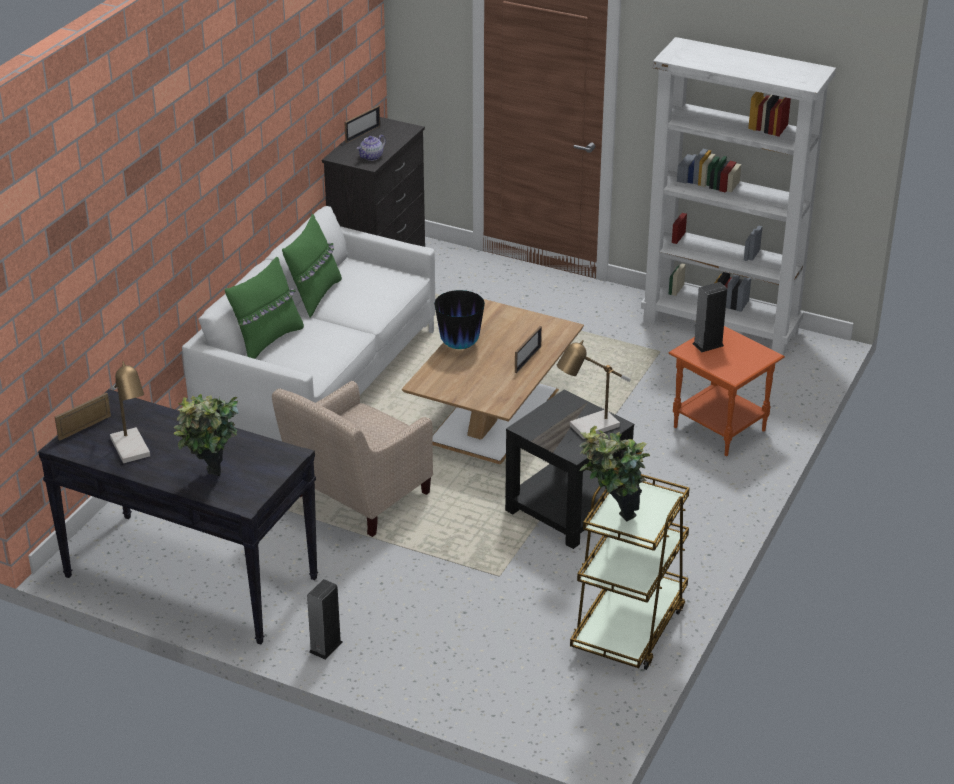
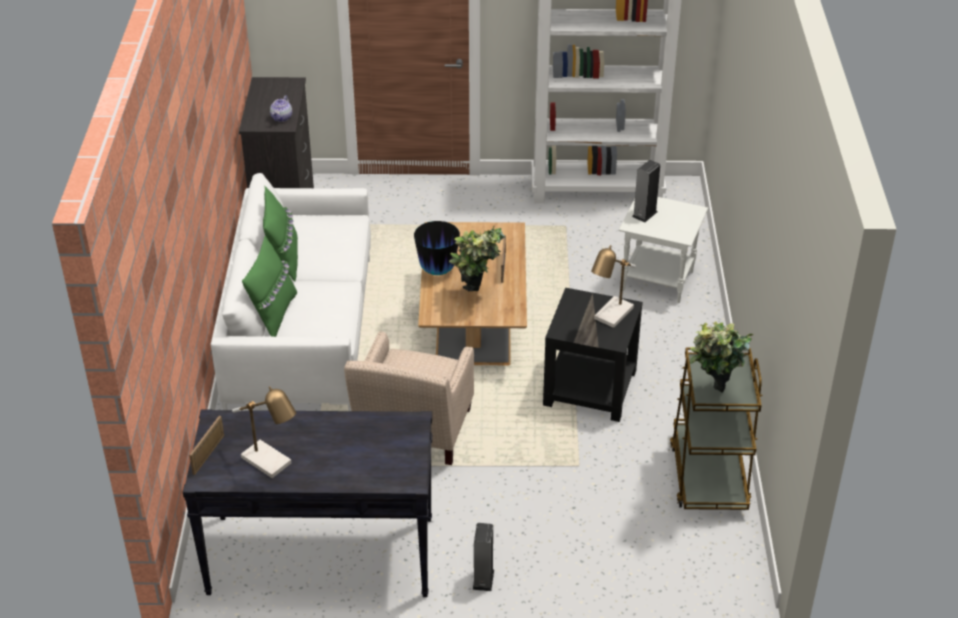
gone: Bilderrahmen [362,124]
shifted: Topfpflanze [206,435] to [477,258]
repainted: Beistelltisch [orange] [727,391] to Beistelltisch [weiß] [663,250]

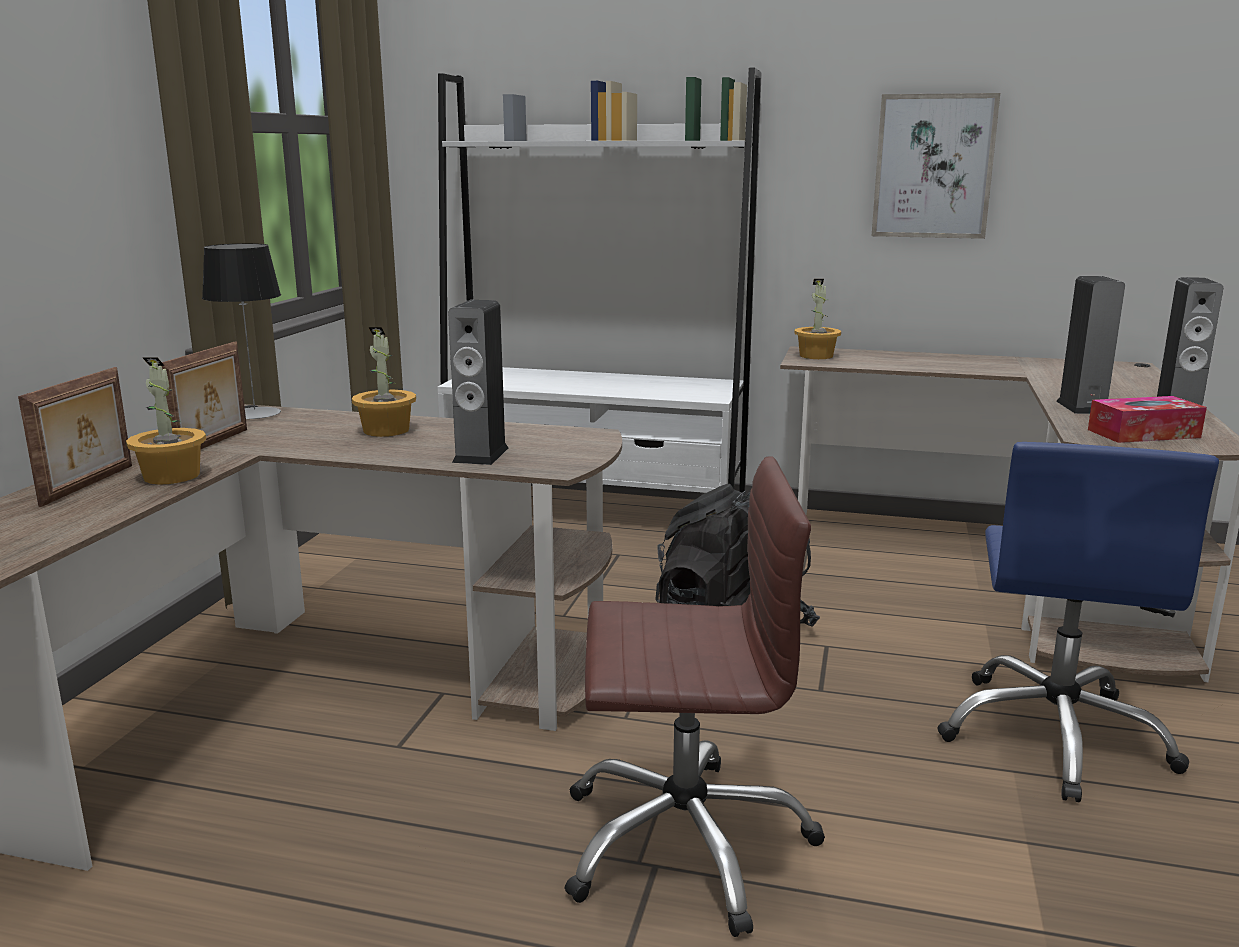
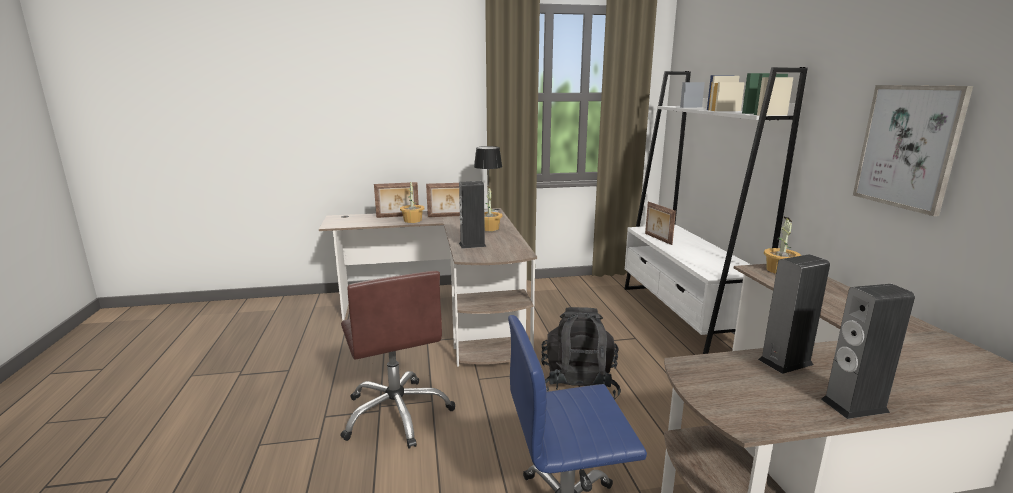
gone: Taschentuchbox [1147,419]
new: Bilderrahmen [660,223]

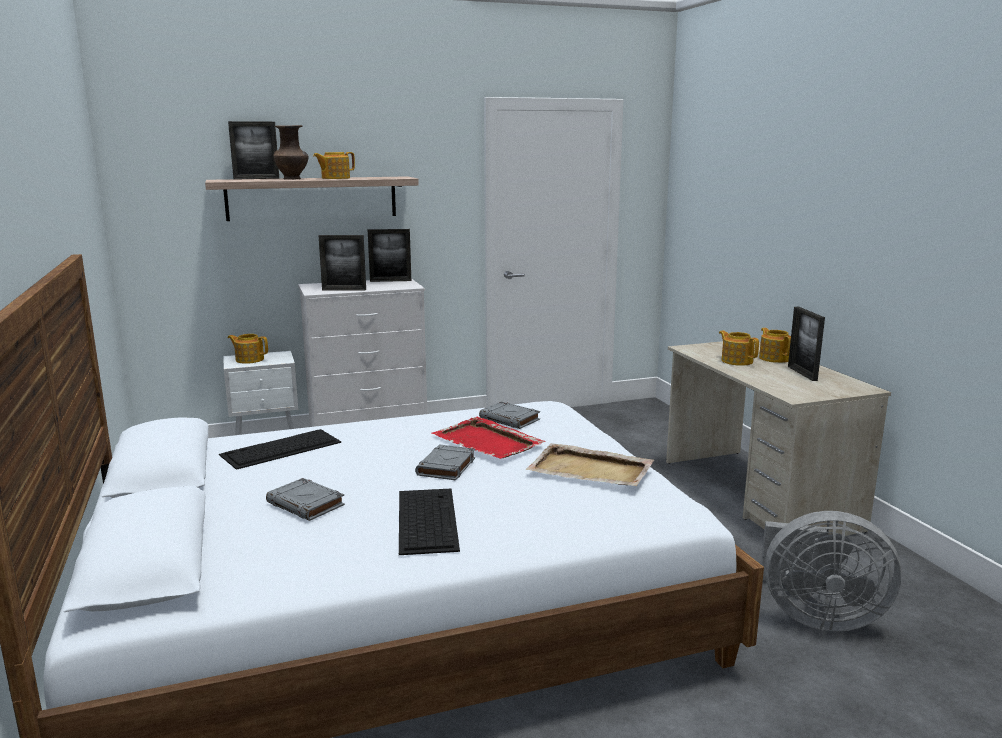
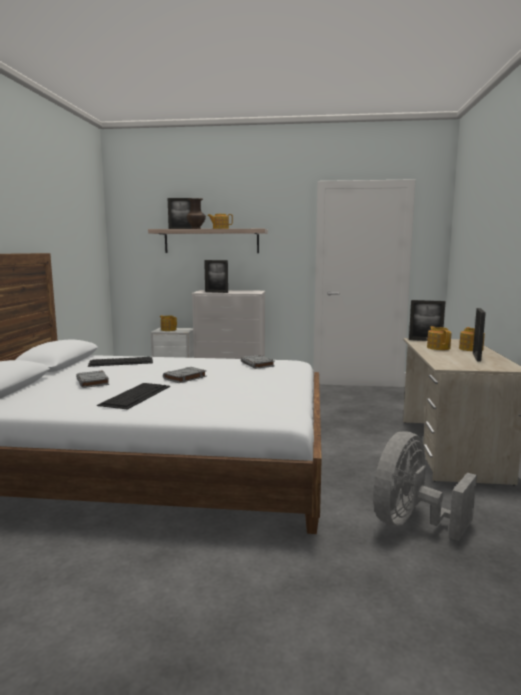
gone: Tablett [rot] [488,438]; Tablett [beige] [590,464]
shifted: Bilderrahmen [389,255] to [427,320]
rotated: Ventilator [grau] [831,571] = [425,486] 90 degrees clockwise

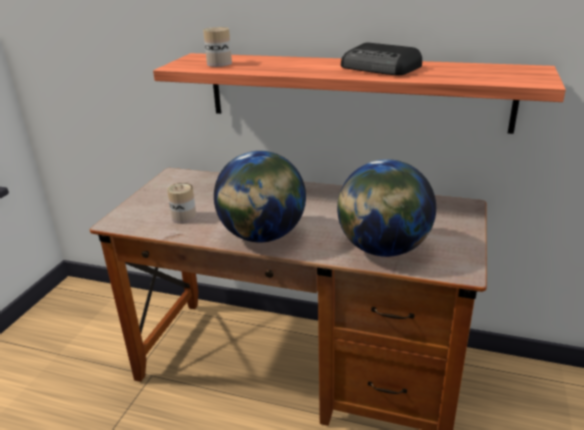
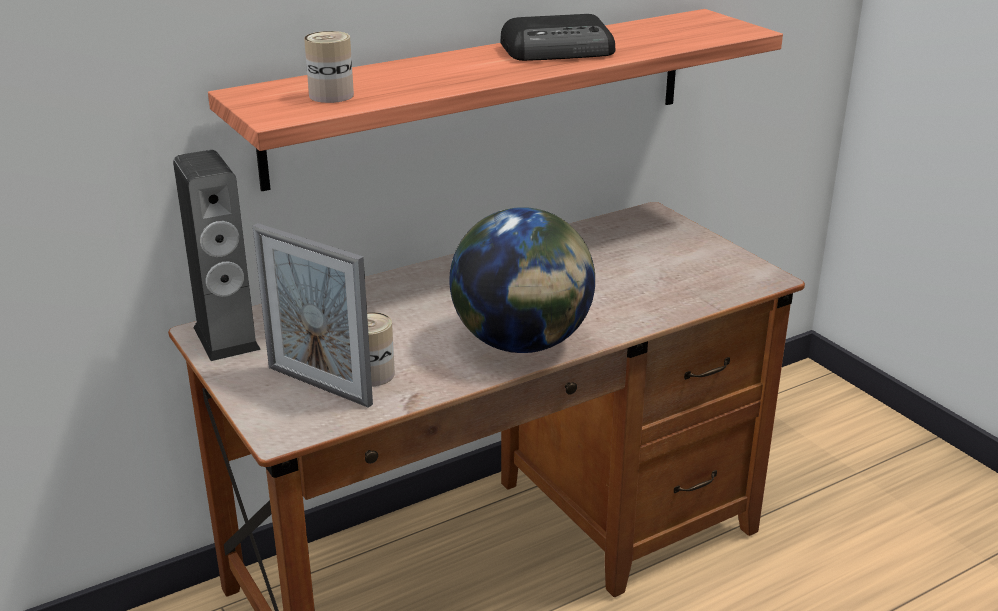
gone: Globus [386,208]
new: Lautsprecher [217,255]; Bilderrahmen [313,315]

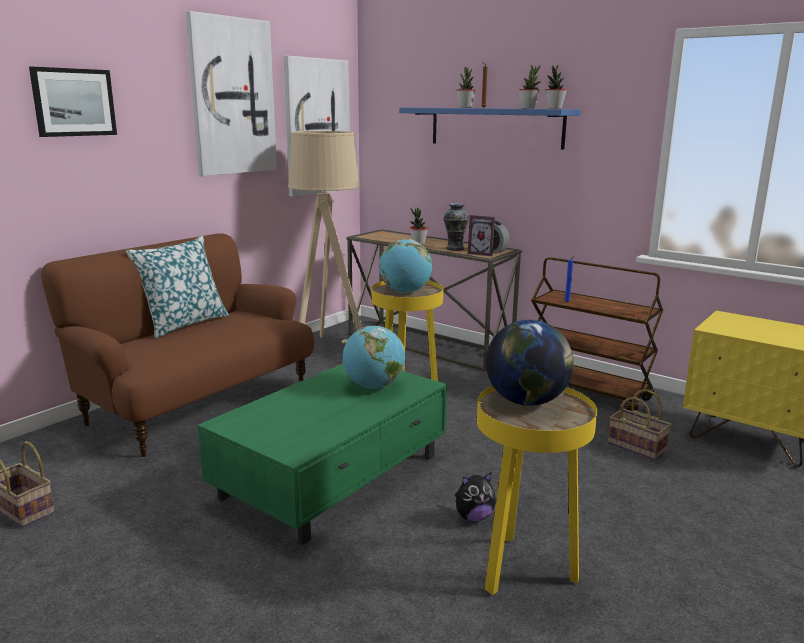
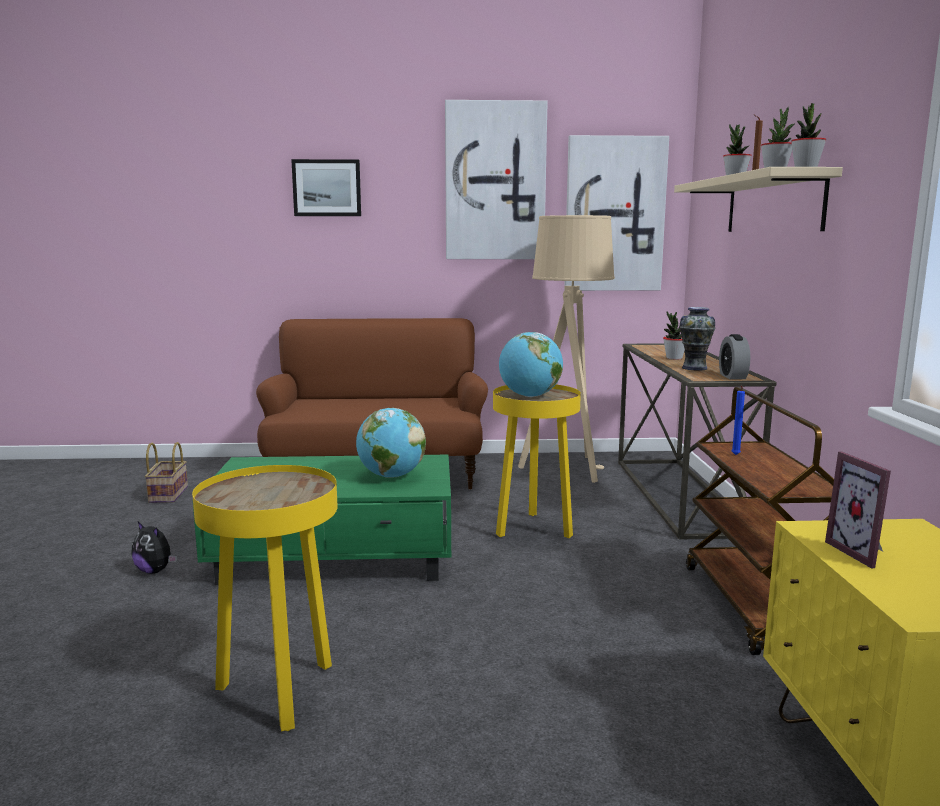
gone: Kissen [177,287]; Globus [530,363]; Korb [639,424]
shifted: Bilderrahmen [481,235] to [858,510]; Plüschtier [475,497] to [154,548]
repainted: Wandregal [blau] [490,129] to Wandregal [beige] [758,199]

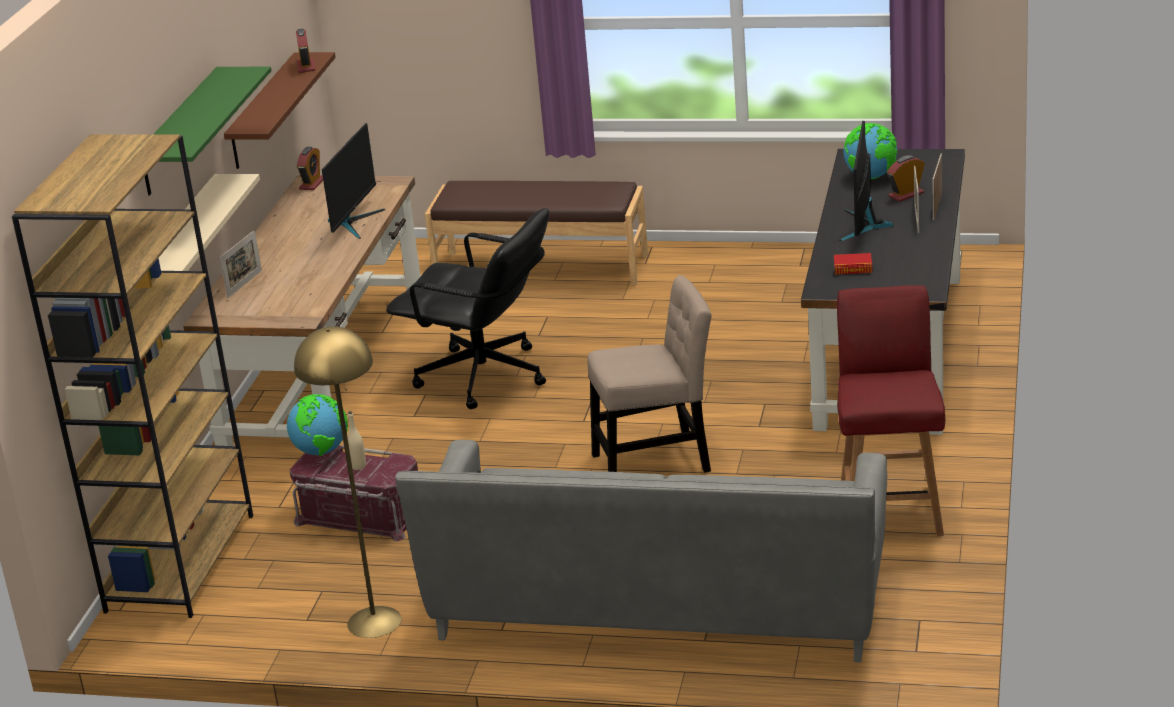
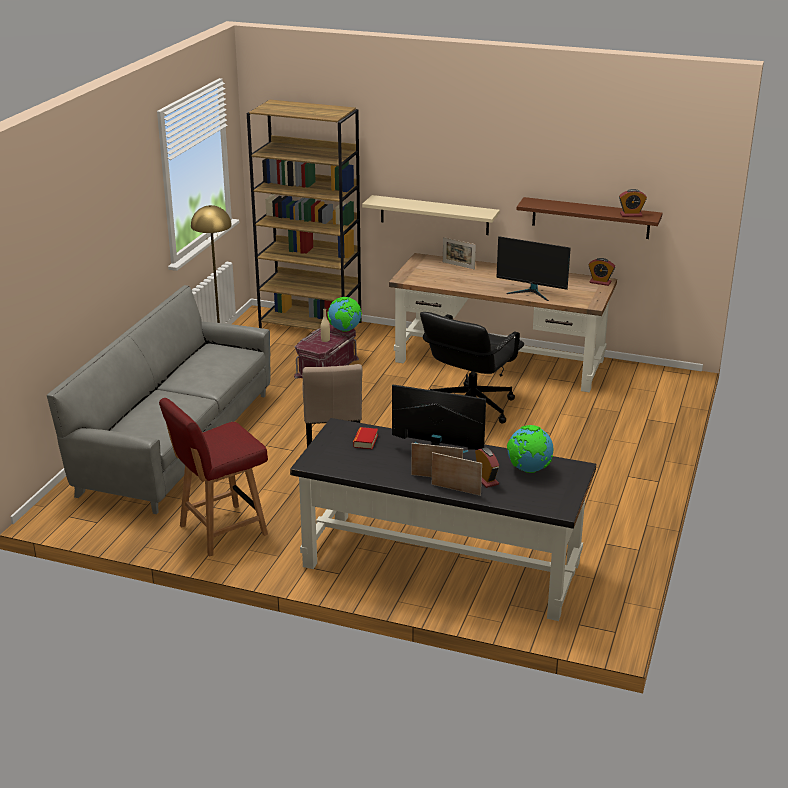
gone: Wandregal [grün] [208,131]; Bank [braun] [536,233]
rotated: Stuhl [rot] [891,410] = [213,477] 135 degrees clockwise

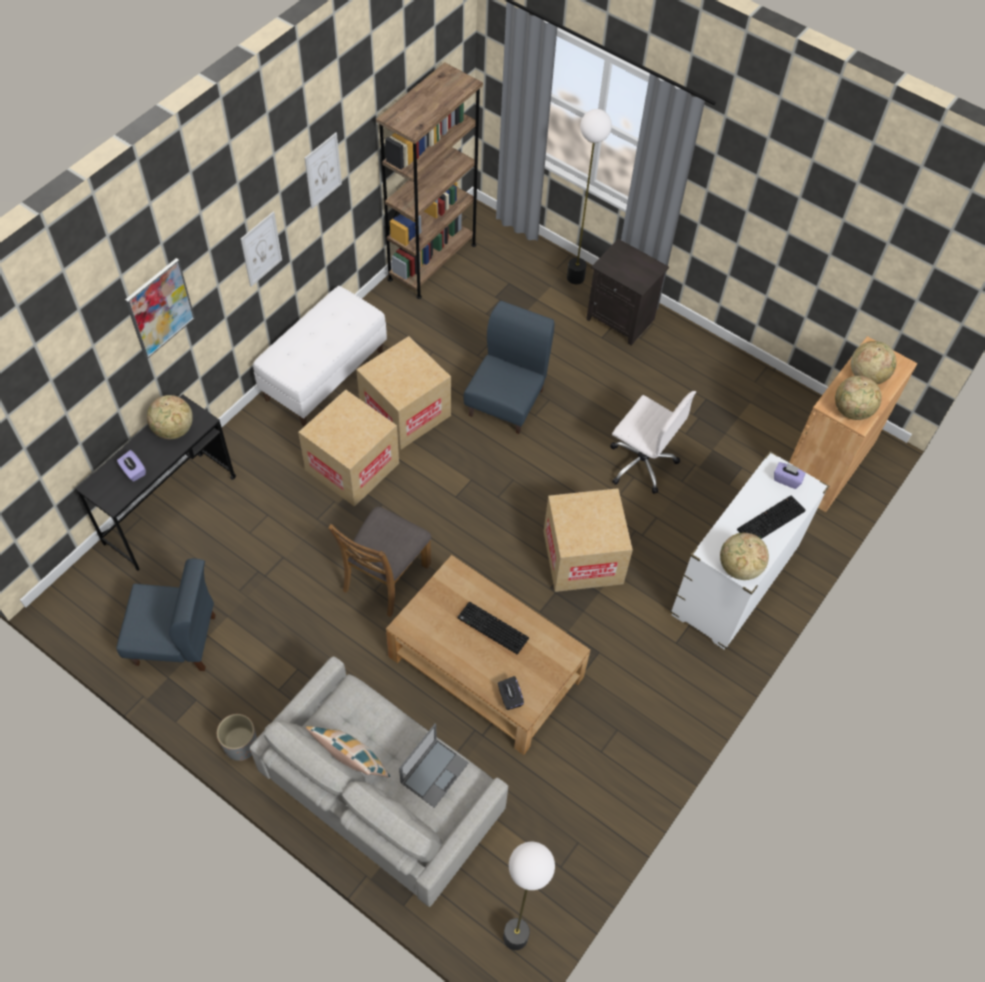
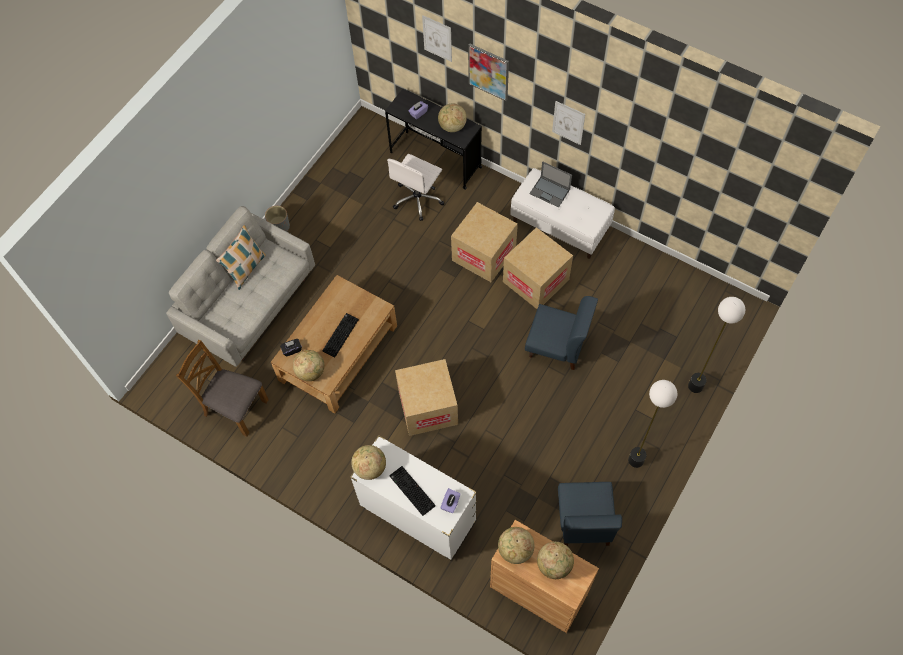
gone: Bücherregal [braun] [429,180]; Nachttisch [schwarz] [627,292]
new: Globus [308,365]
shifted: Bild [323,170] to [437,38]; Bürostuhl [weiß] [653,442] to [415,187]; Stuhl [braun] [379,562] to [222,388]; Stuhl [blau] [166,614] to [590,514]; Laptop [434,766] to [551,184]; Stehlampe [529,896] to [652,424]

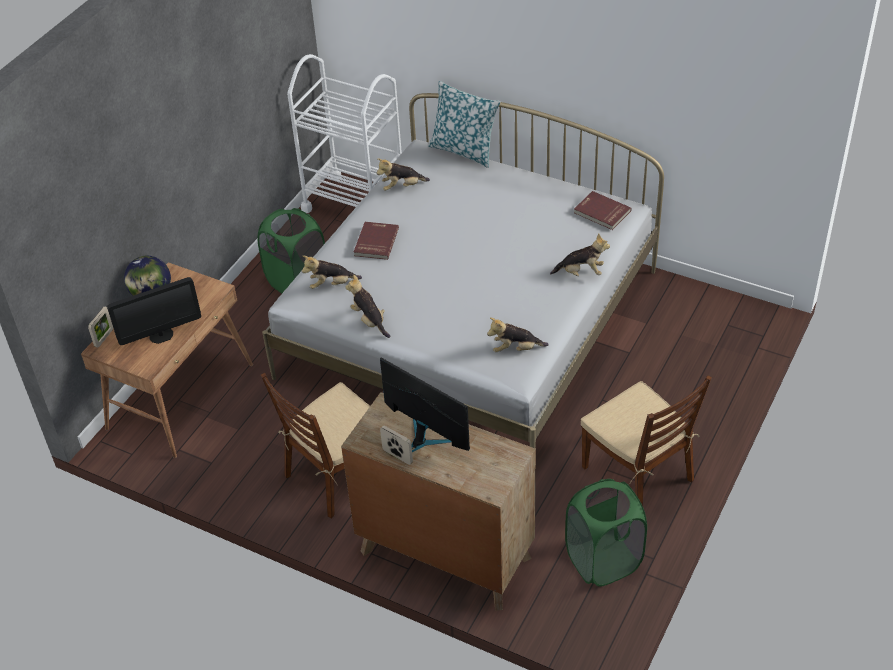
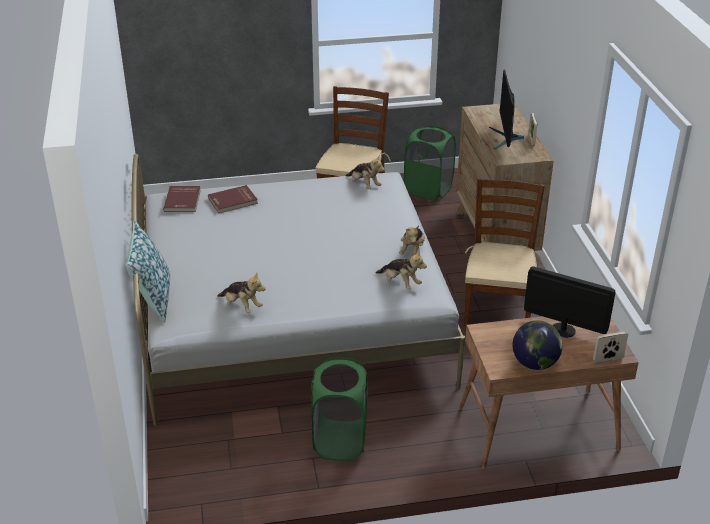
gone: Rollwagen [weiß] [344,133]; Plüschtier [580,254]
shifted: Buch [rot] [376,241] to [233,199]
rotated: Stuhl [braun] [315,445] = [504,252] 90 degrees counterclockwise

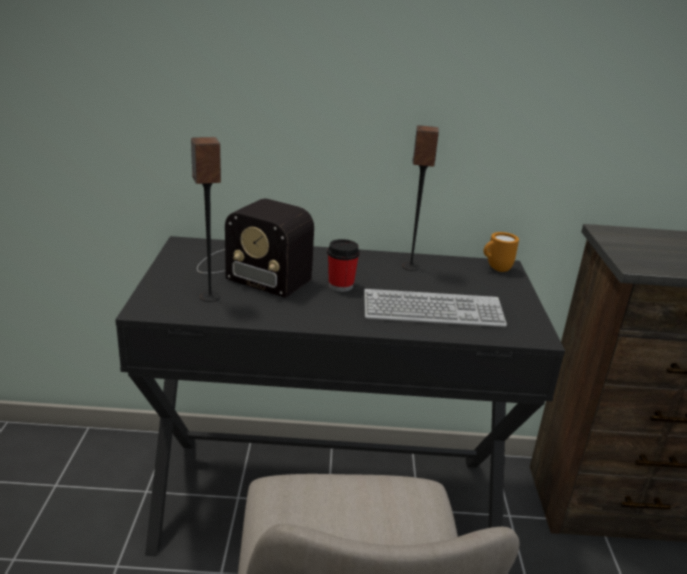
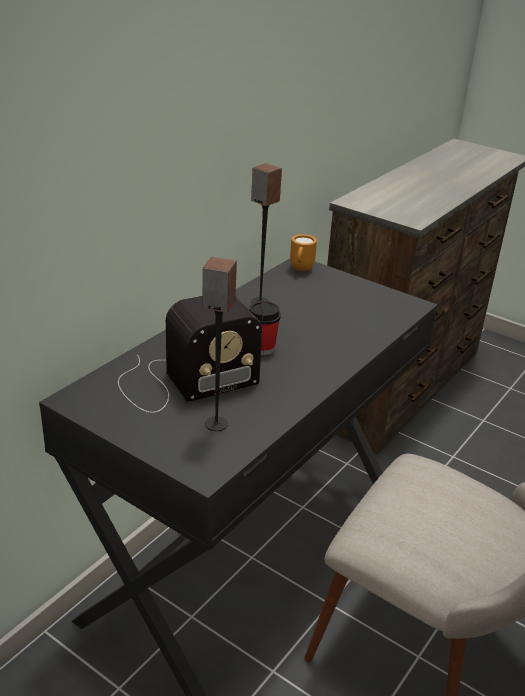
gone: Tastatur [435,308]

